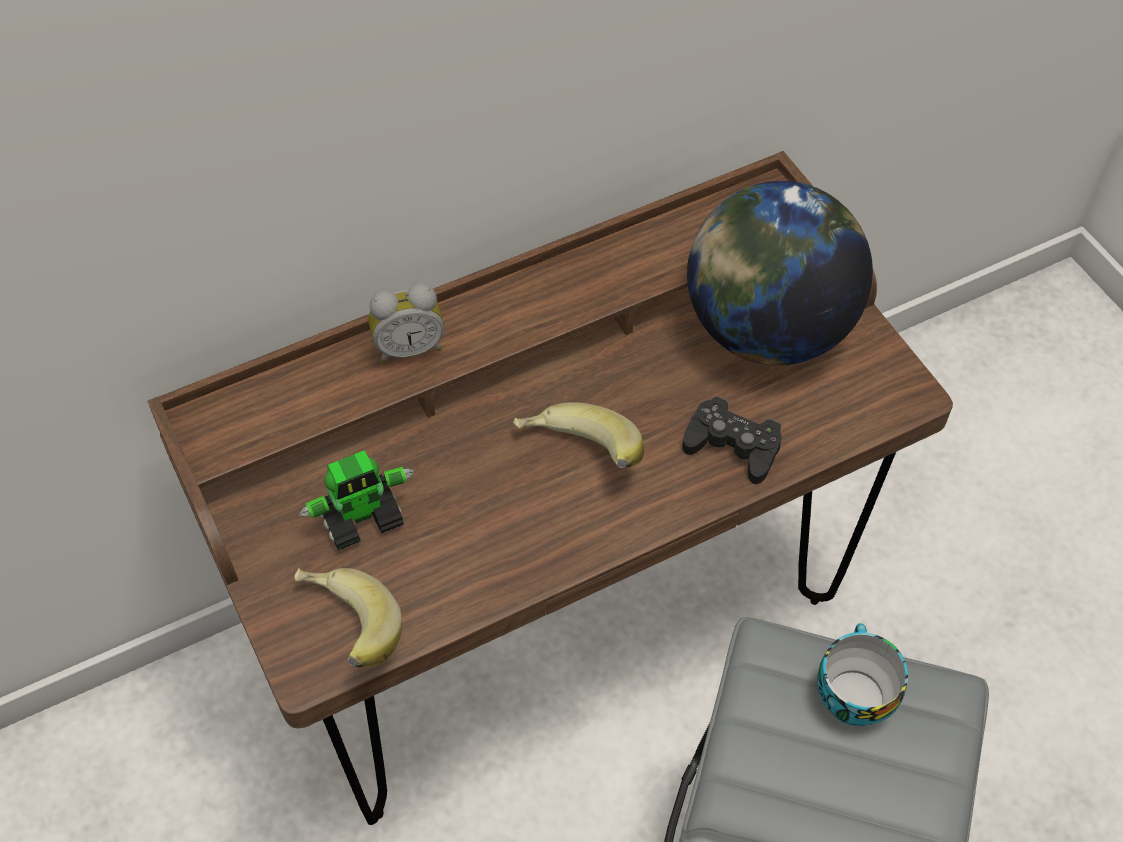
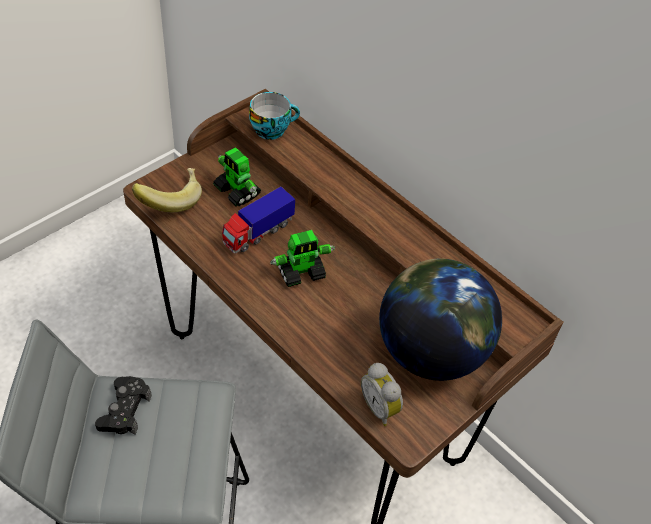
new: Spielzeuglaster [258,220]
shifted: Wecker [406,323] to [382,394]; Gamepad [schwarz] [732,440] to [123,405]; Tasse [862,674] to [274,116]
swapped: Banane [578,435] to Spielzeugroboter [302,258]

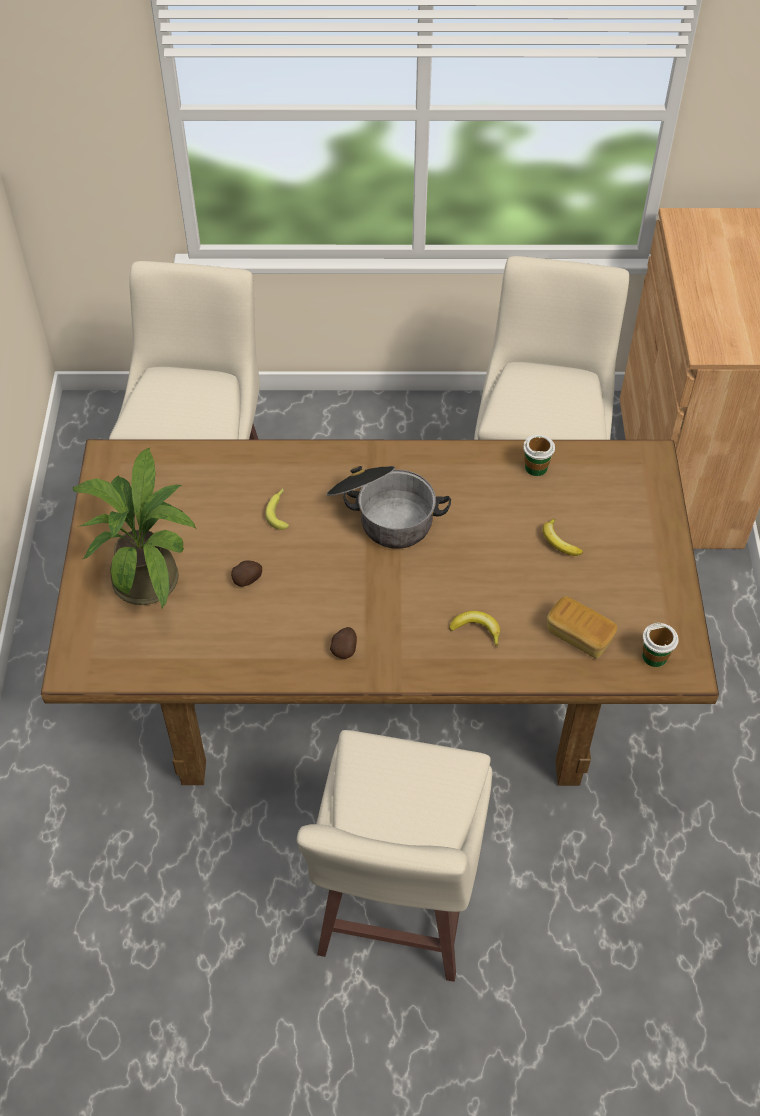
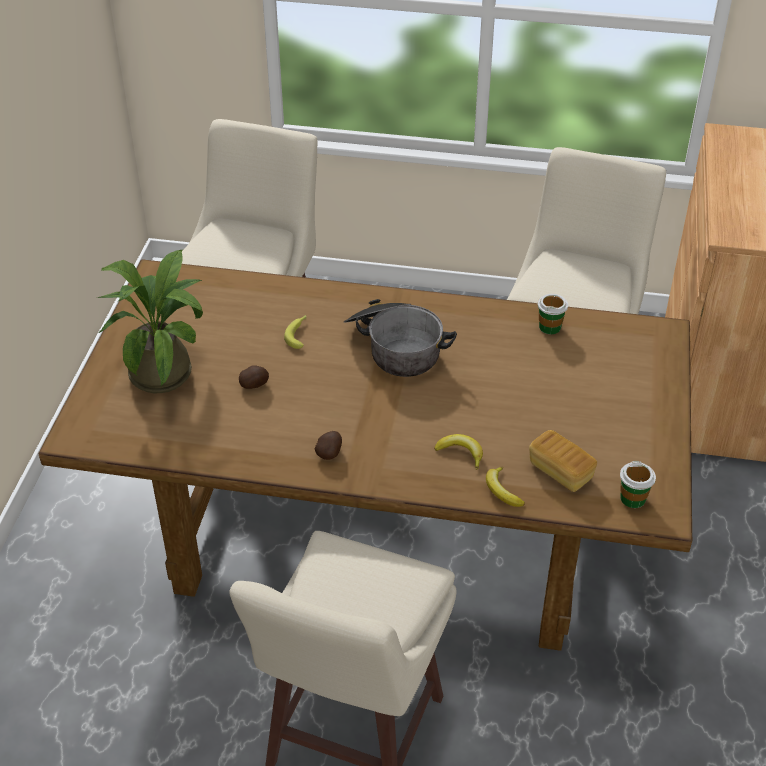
shifted: Banane [563,537] to [505,486]

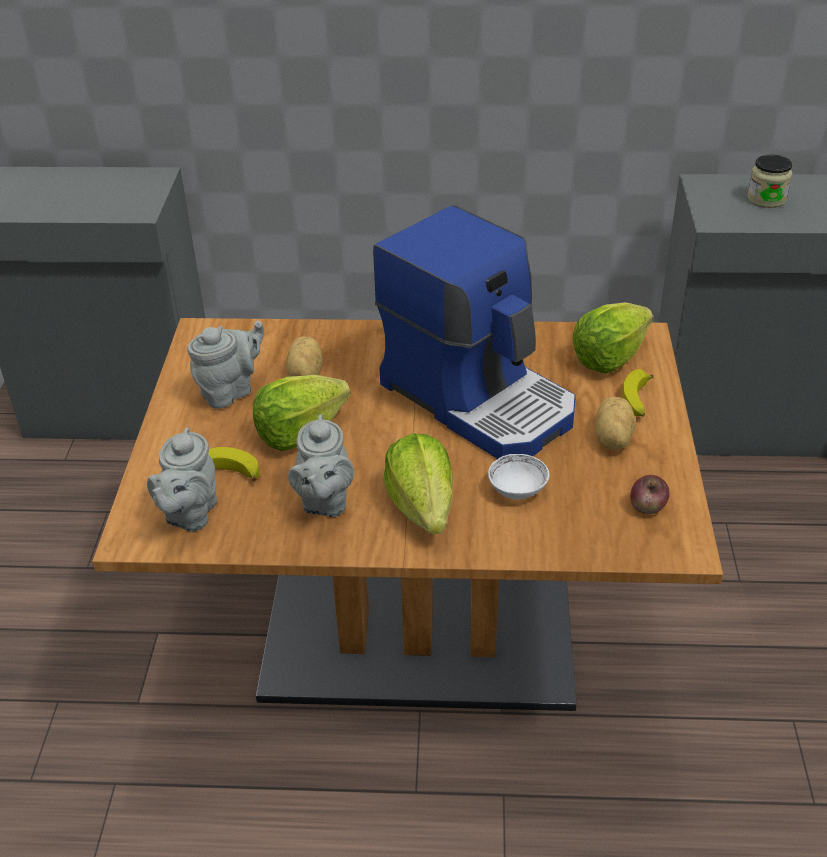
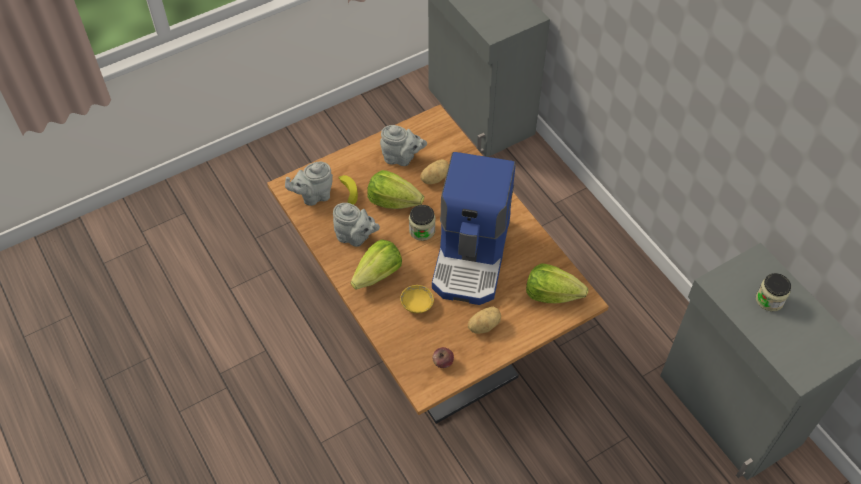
gone: Banane [637,393]
new: Vorratsglas [422,223]
repainted: Schüssel [weiß] [518,476] to Schüssel [gelb] [417,299]
rotated: Teekanne [grau] [321,465] = [356,225] 120 degrees counterclockwise

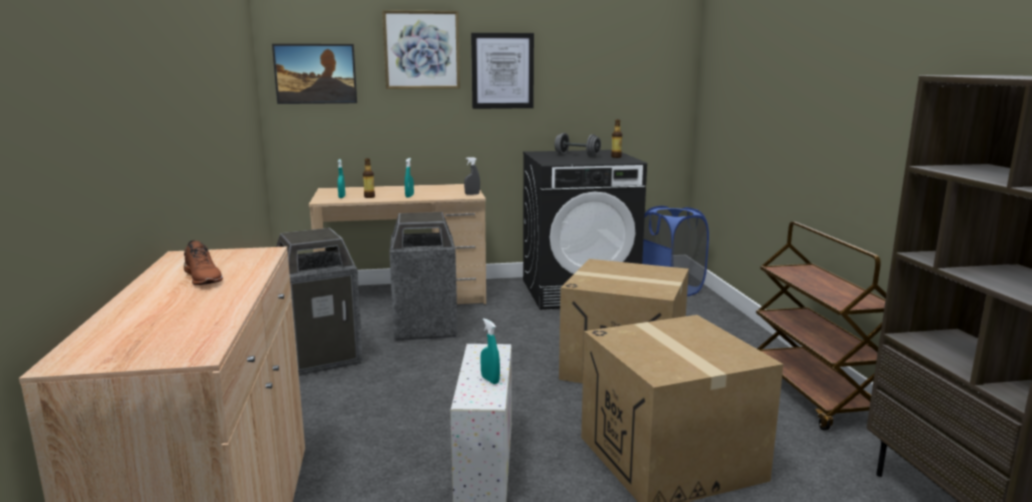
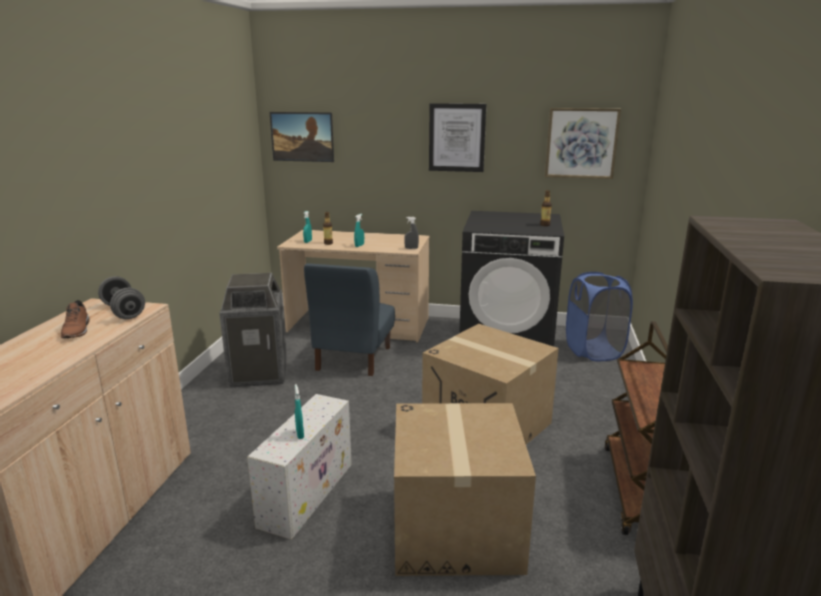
shifted: Bild [421,49] to [583,143]; Hantel [grau] [577,145] to [121,297]
swapped: Mülleimer [423,276] to Stuhl [blau] [349,319]

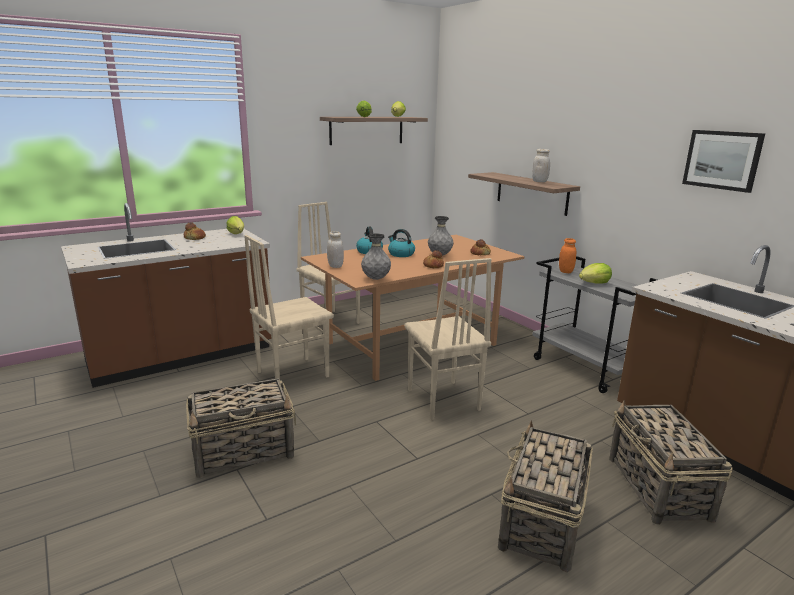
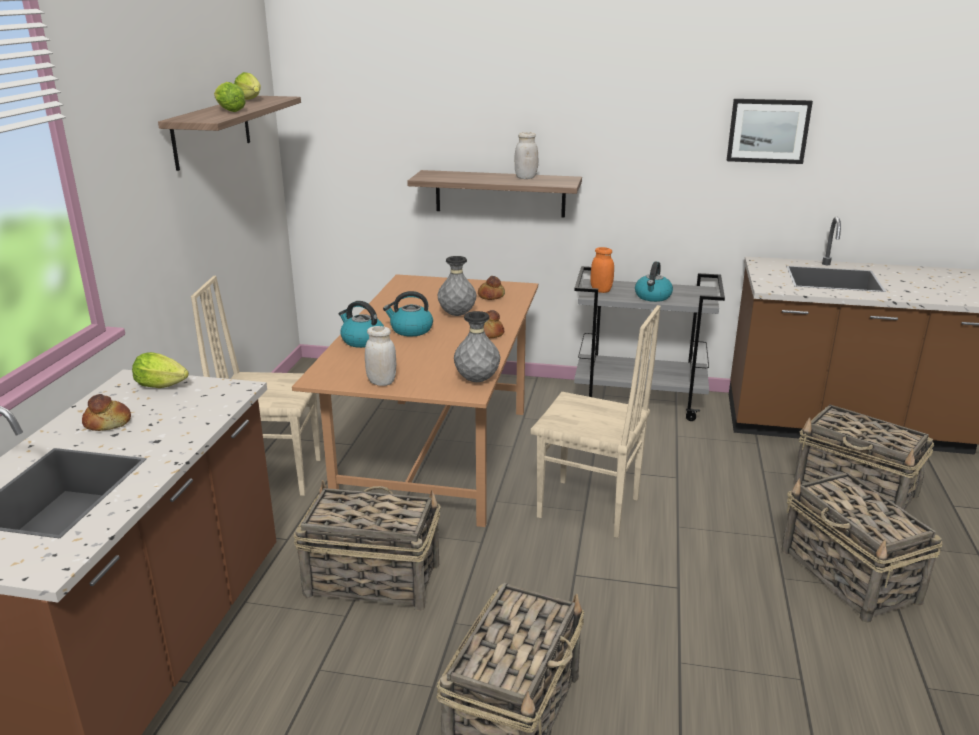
swapped: Stuhl [beige] [289,307] to Korb [367,545]; Salatkopf [595,273] to Wasserkessel [654,282]

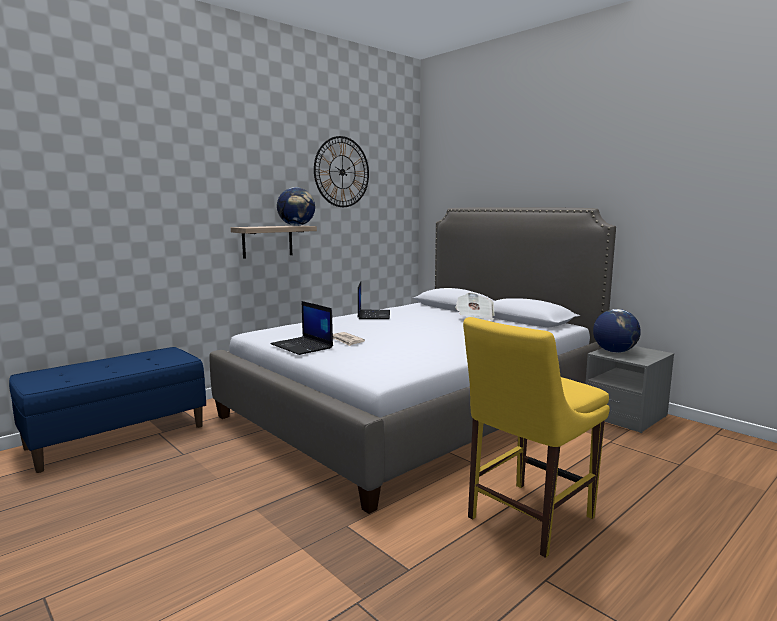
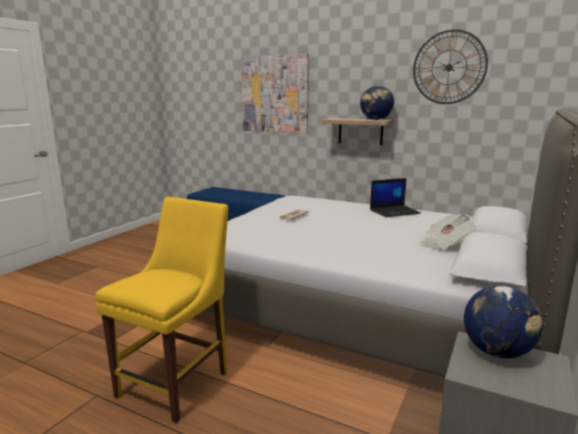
gone: Laptop [301,328]
new: Bild [275,93]
rotated: Stuhl [gelb] [536,437] = [161,310] 90 degrees clockwise

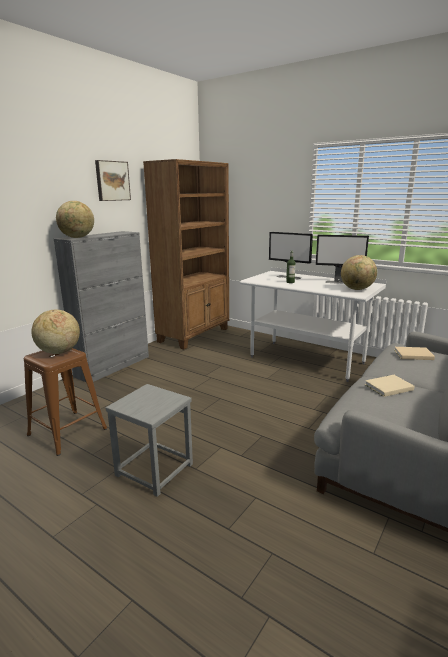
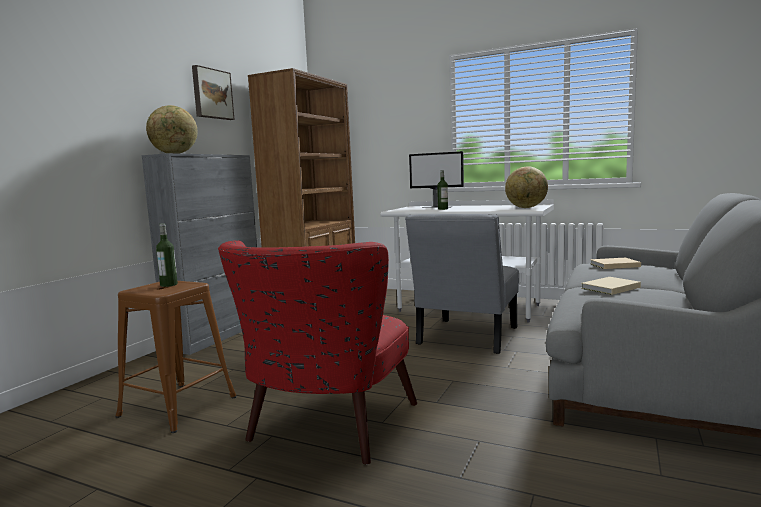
gone: Monitor [342,259]
new: Stuhl [grau] [462,284]
swapped: Globus [55,332] to Flasche [167,255]; Hocker [grau] [149,440] to Sessel [rot] [317,352]

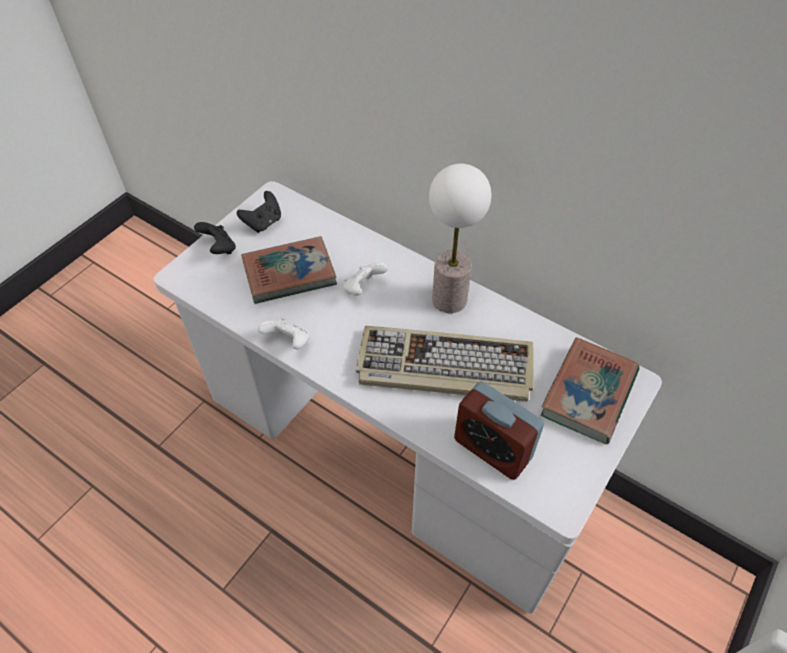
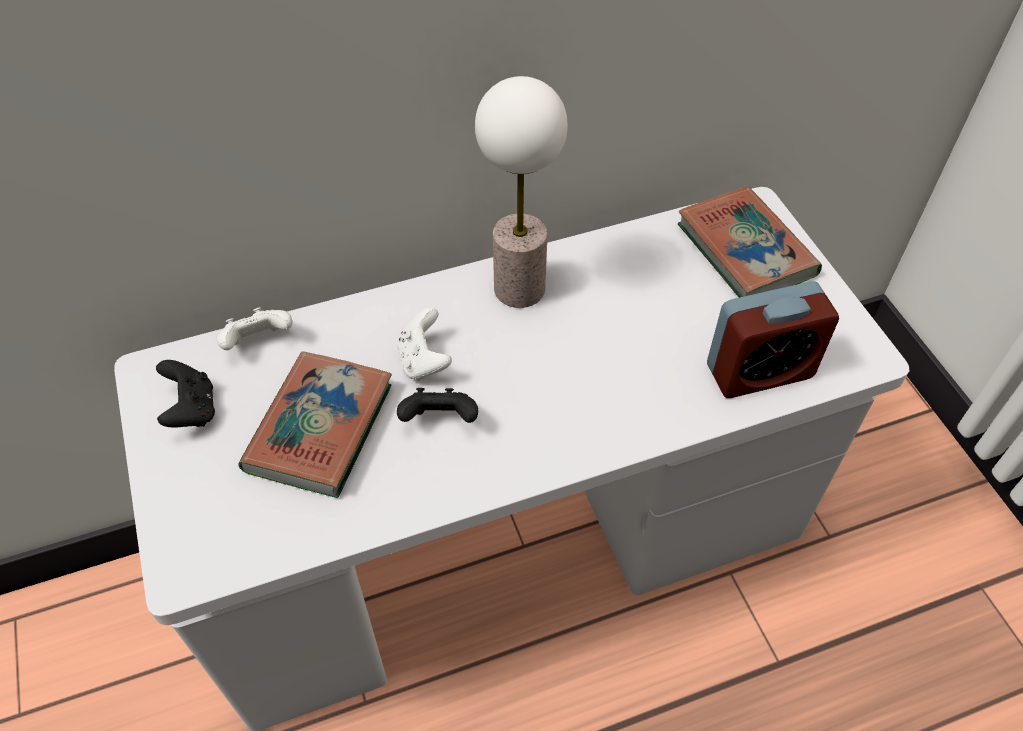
gone: Tastatur [445,364]
shifted: Gamepad [schwarz] [215,238] to [437,405]; Gamepad [weiß] [283,333] to [255,328]

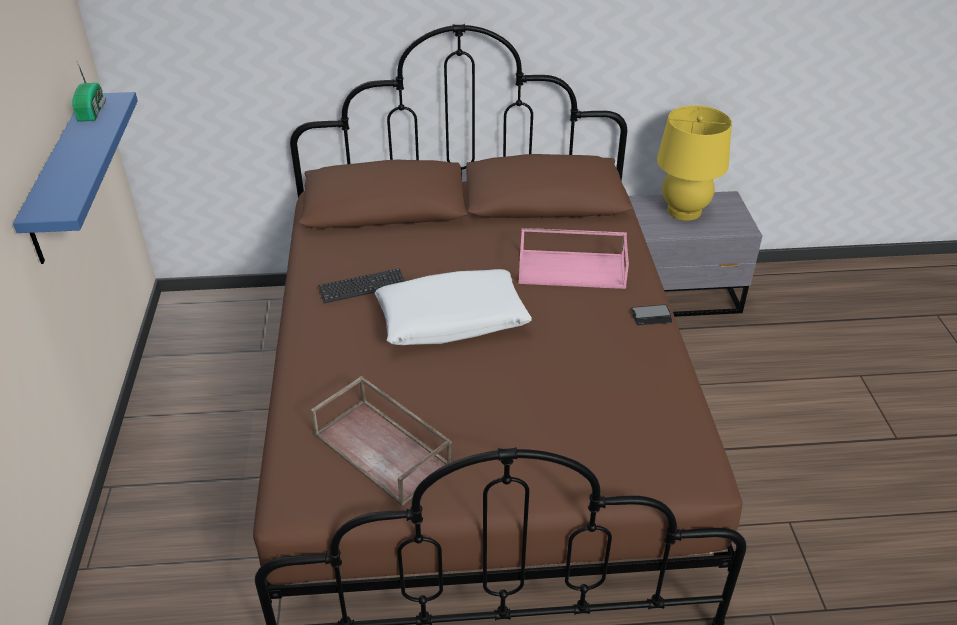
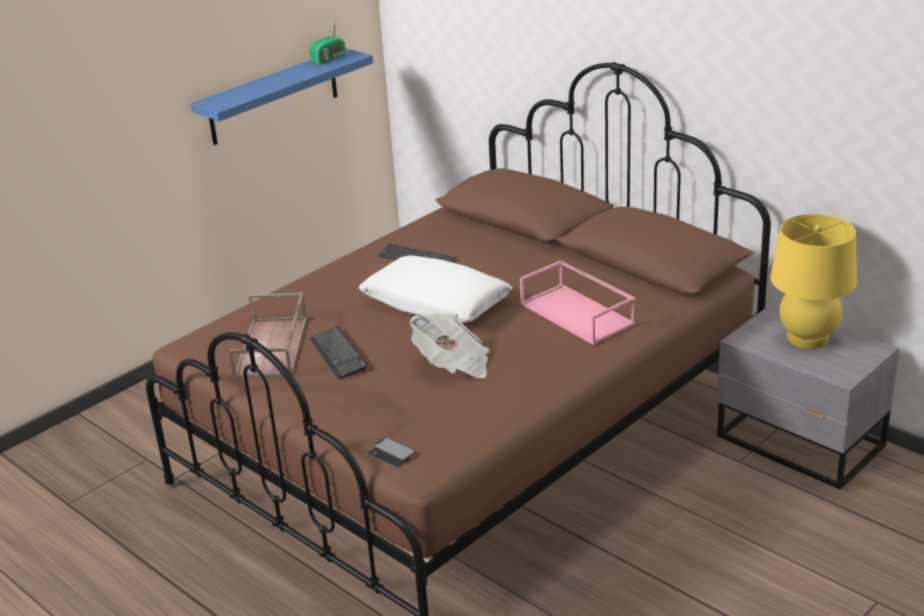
new: Zeitung [449,346]; Tastatur [339,353]
shifted: Handy [651,315] to [392,452]

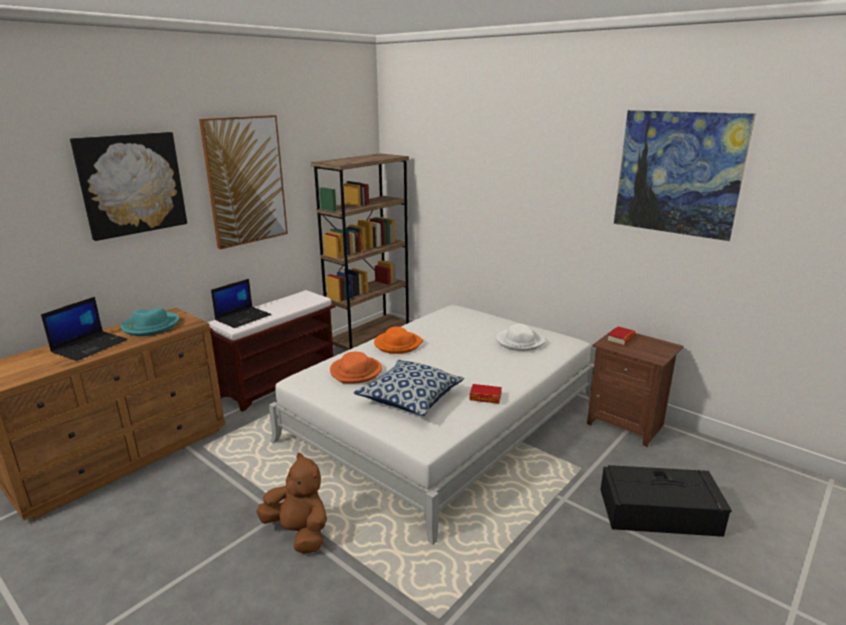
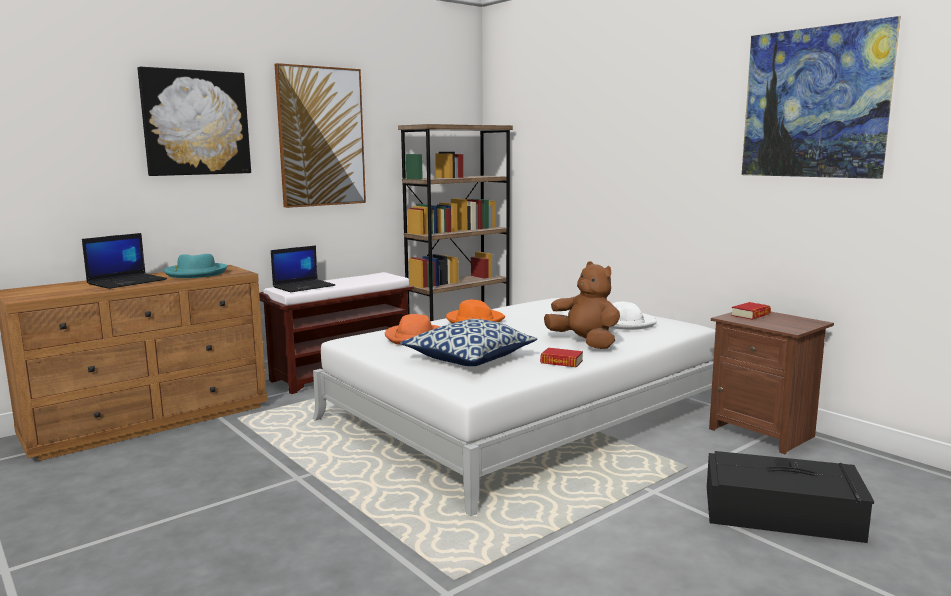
shifted: Plüschtier [braun] [291,503] to [582,305]

